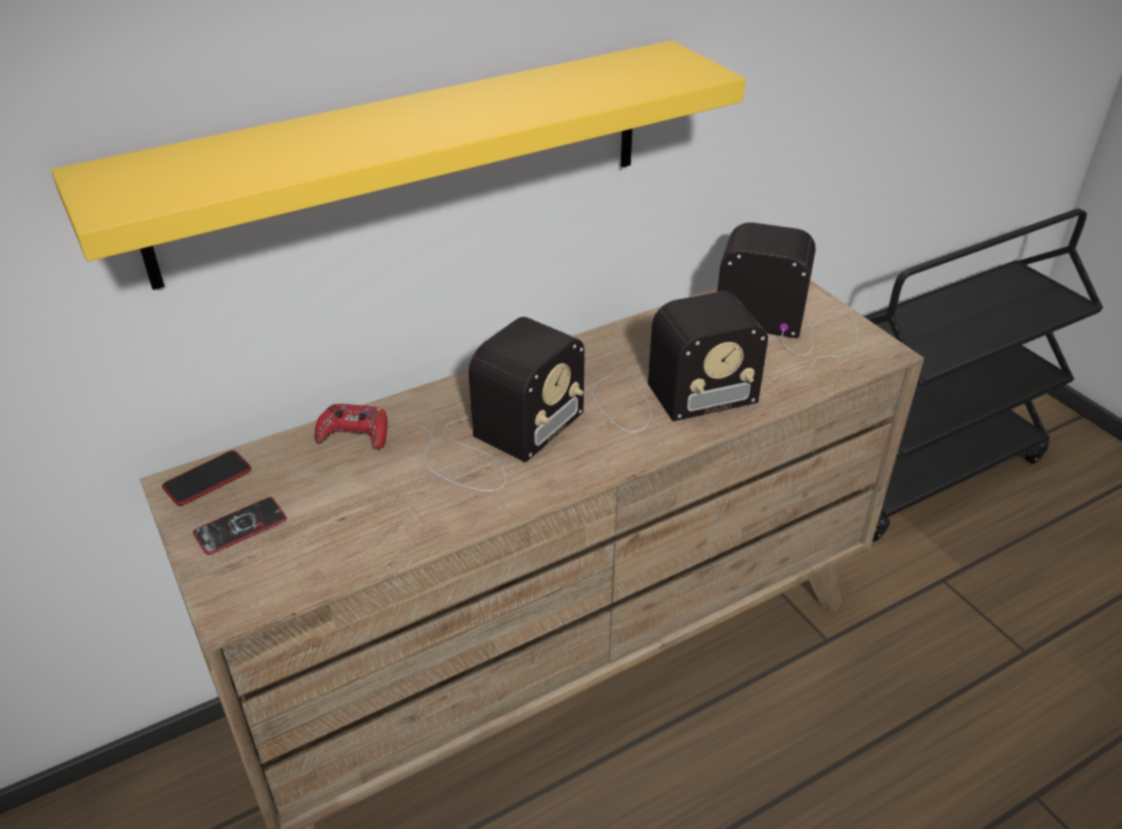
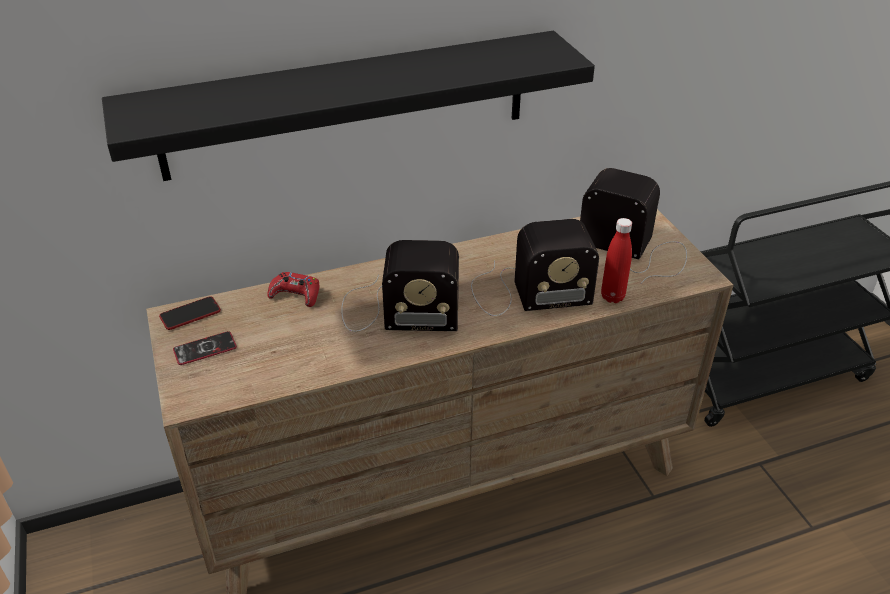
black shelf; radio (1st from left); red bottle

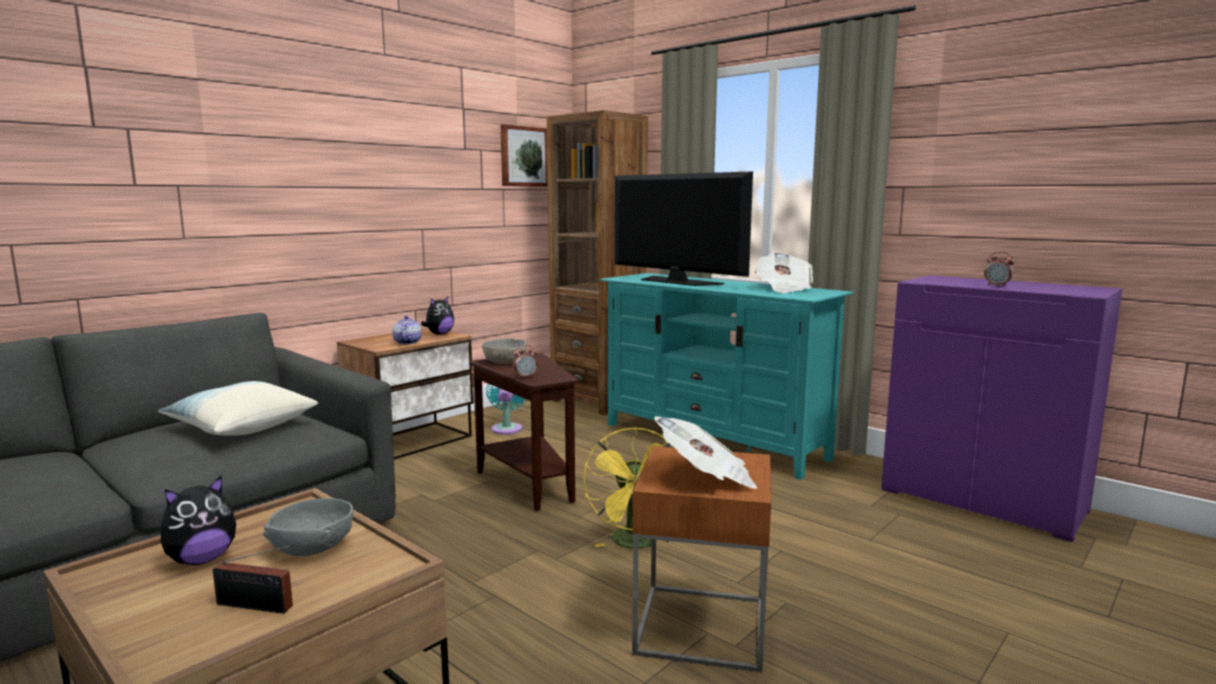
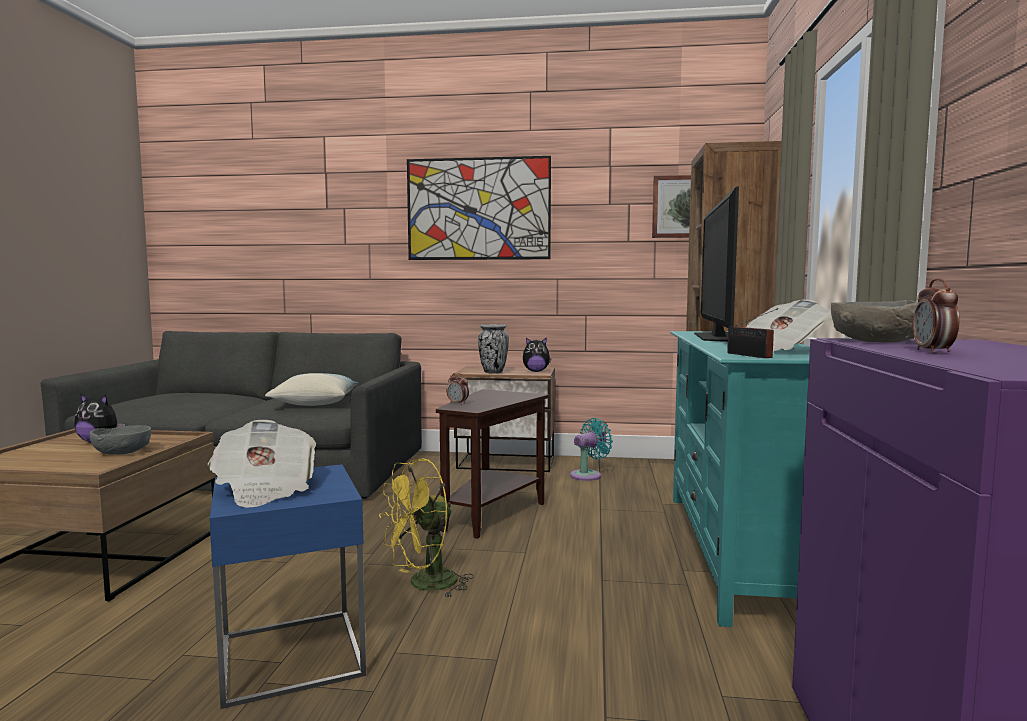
vase; grey bowl (2nd from left); blue side table; radio; picture (1st from left)

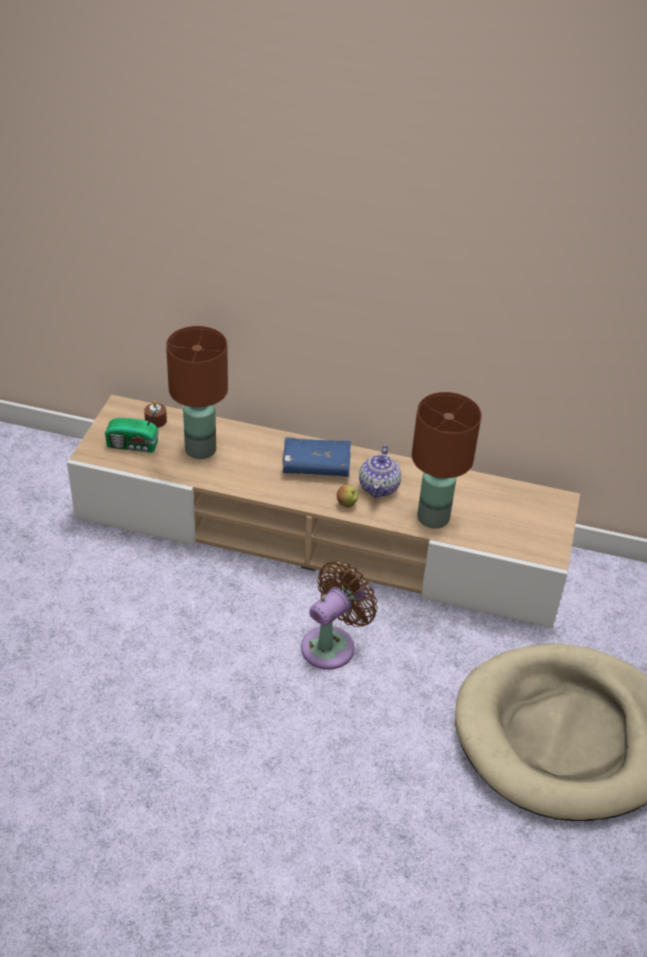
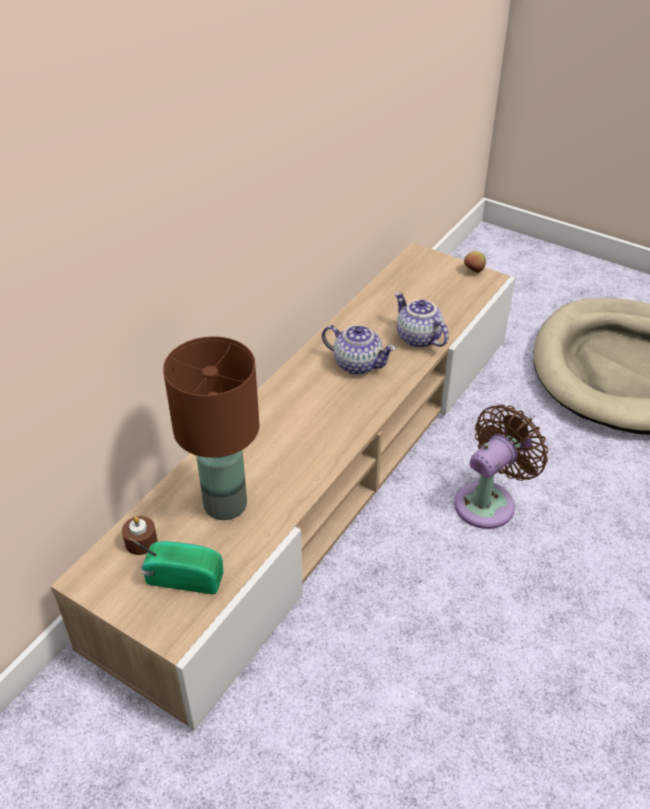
teapot (2nd from left); radio; blue book; apple; brown fan

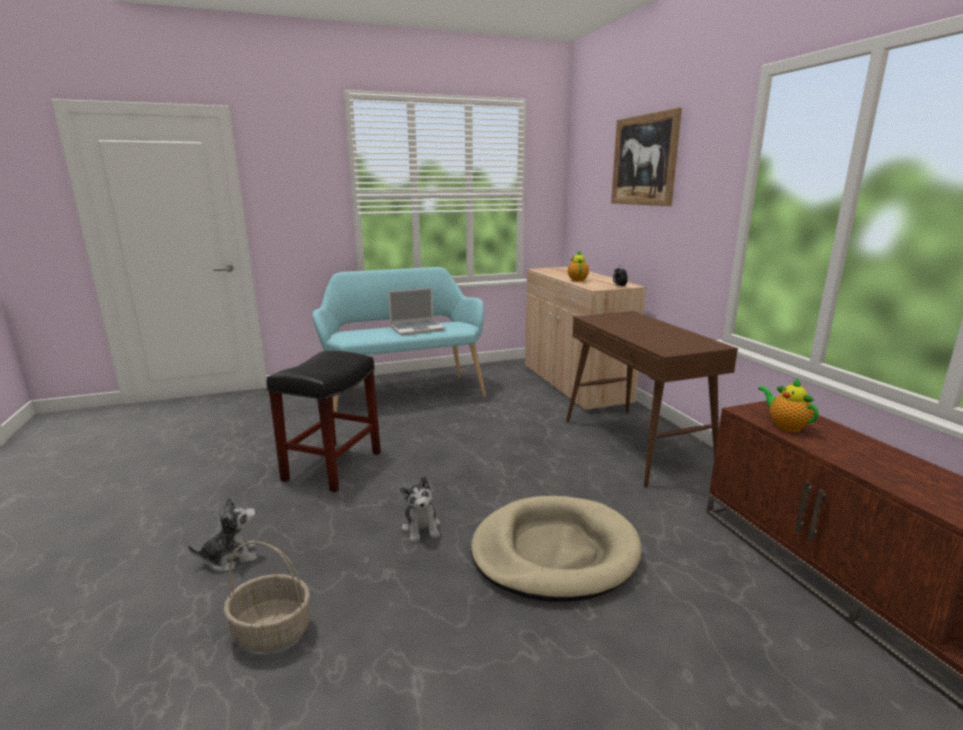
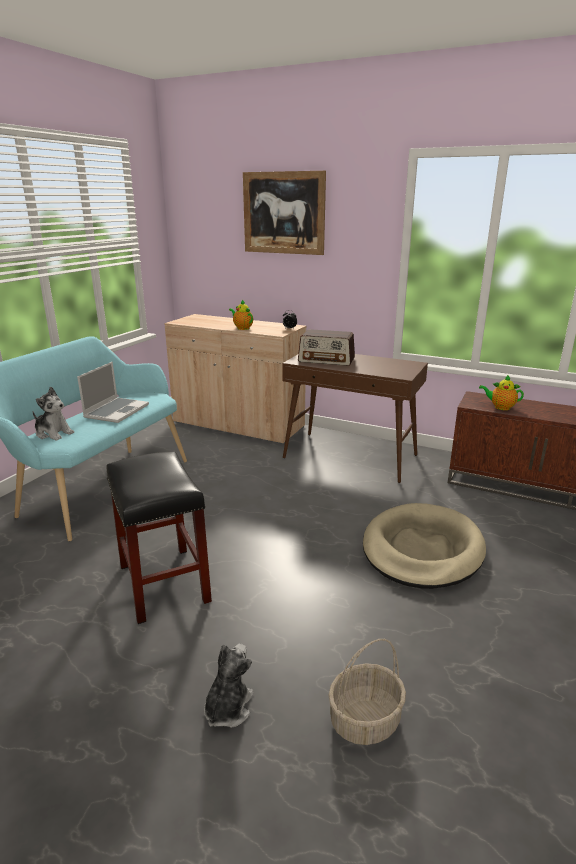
plush toy (1st from left); radio

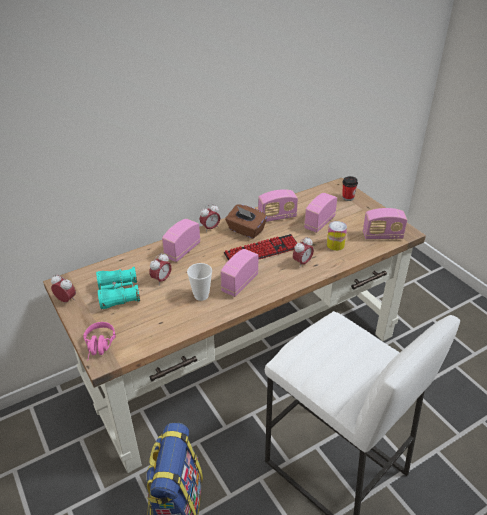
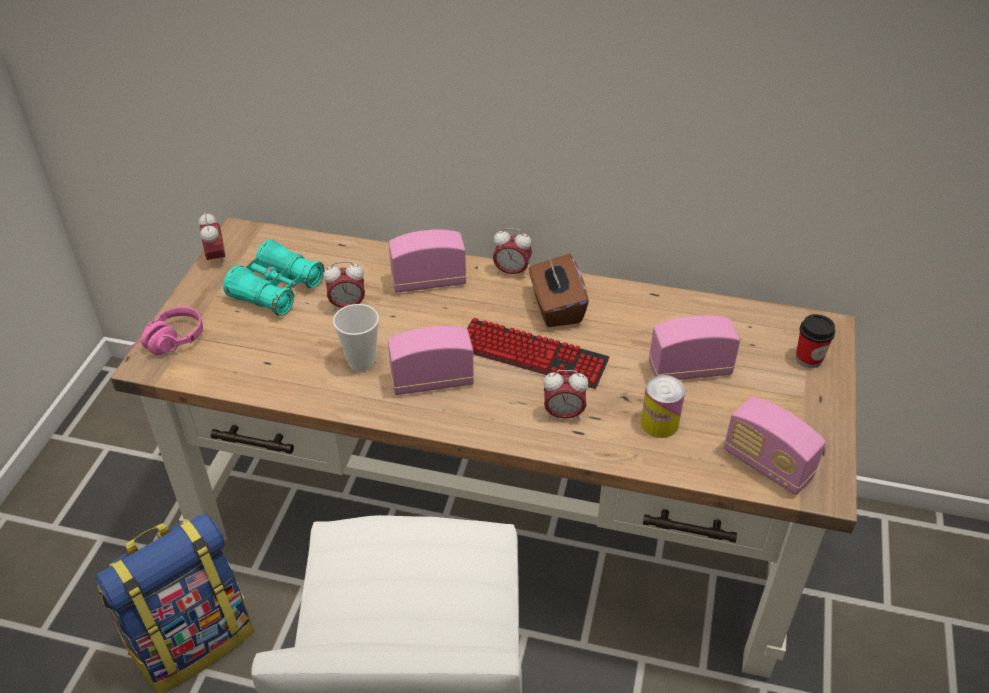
radio (3rd from left in the first image)

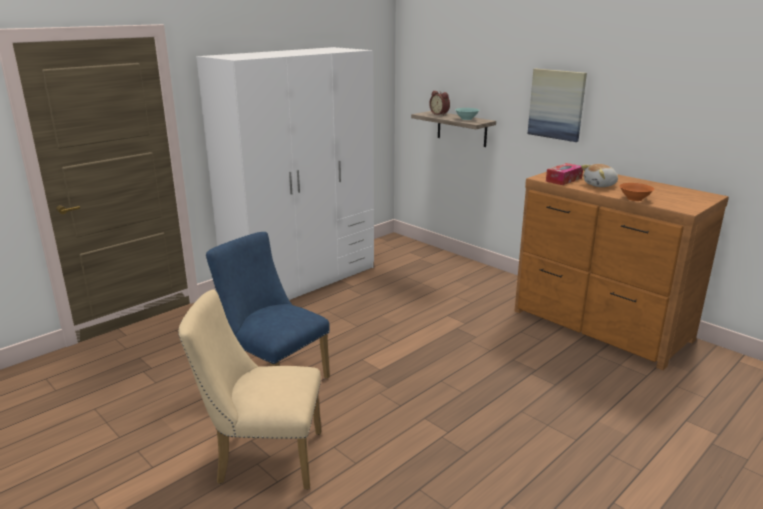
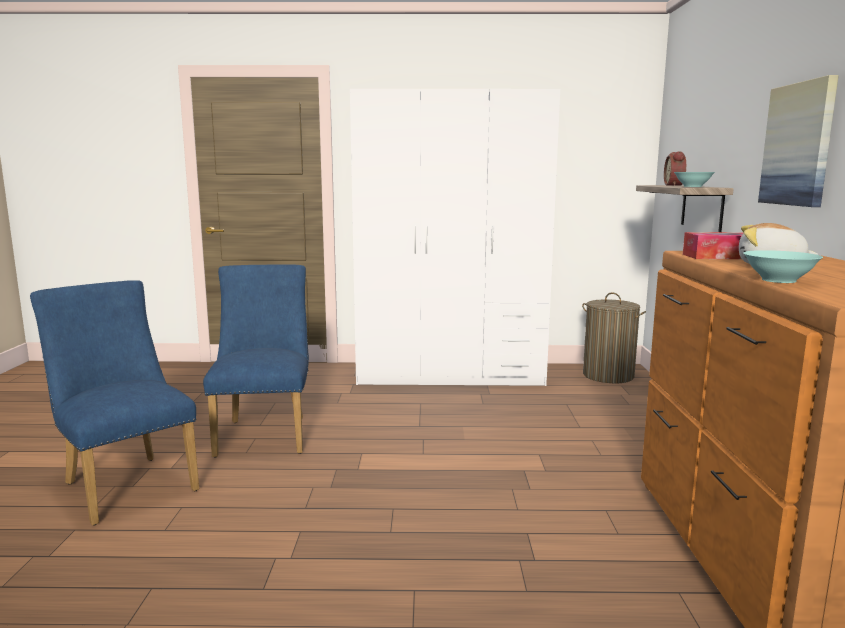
turquoise bowl (2nd from left); blue chair (1st from left); laundry basket

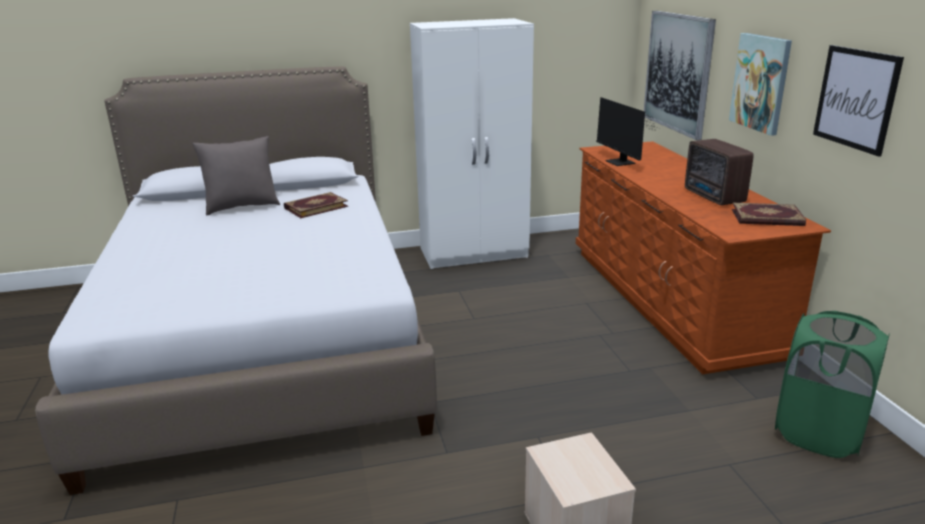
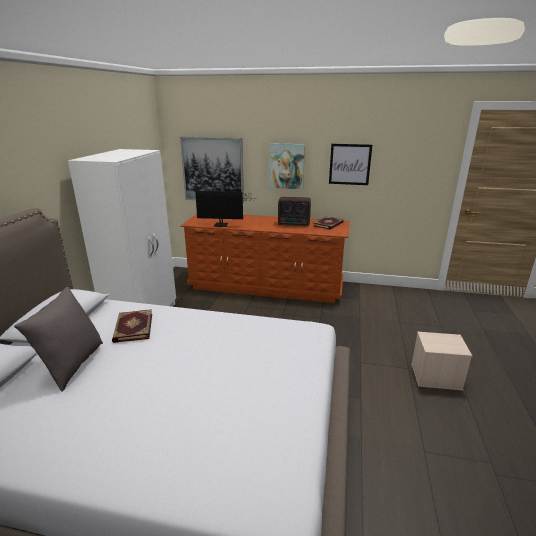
green laundry basket

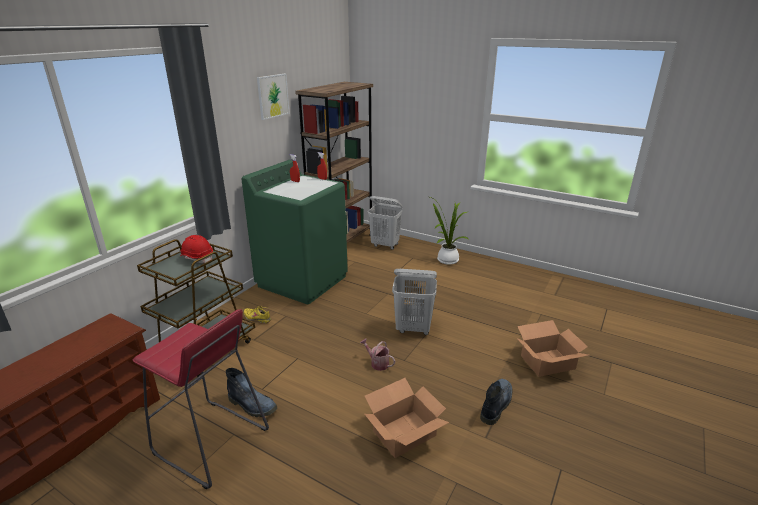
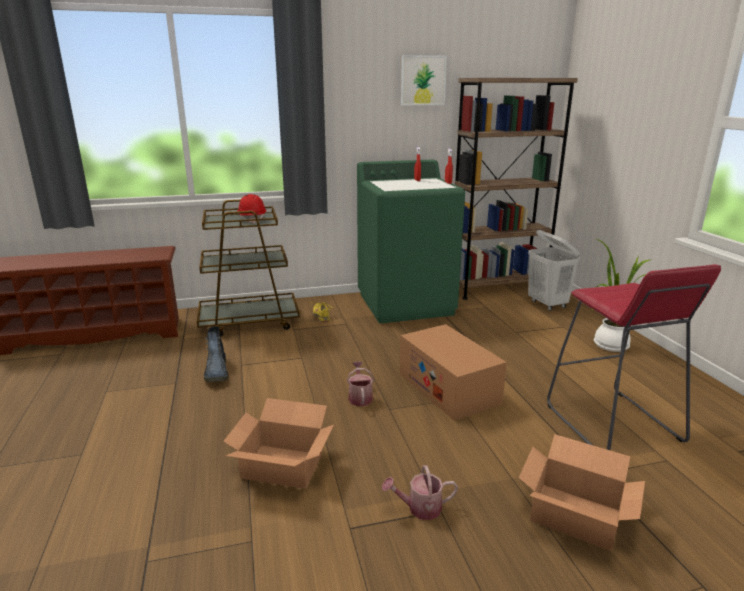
cardboard box (2nd from left); red stool; watering can (2nd from left)

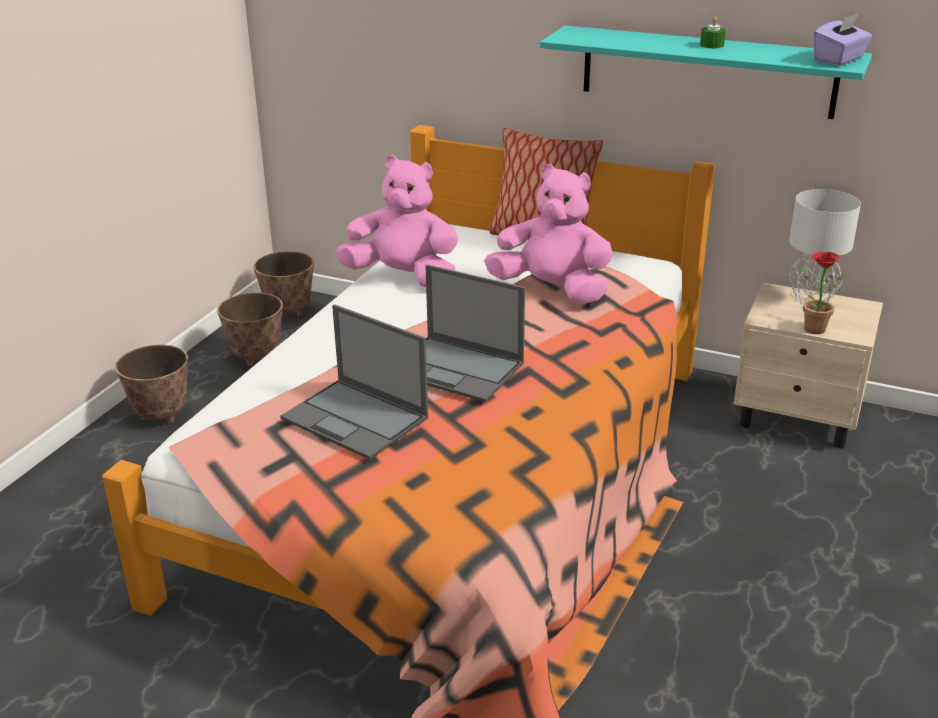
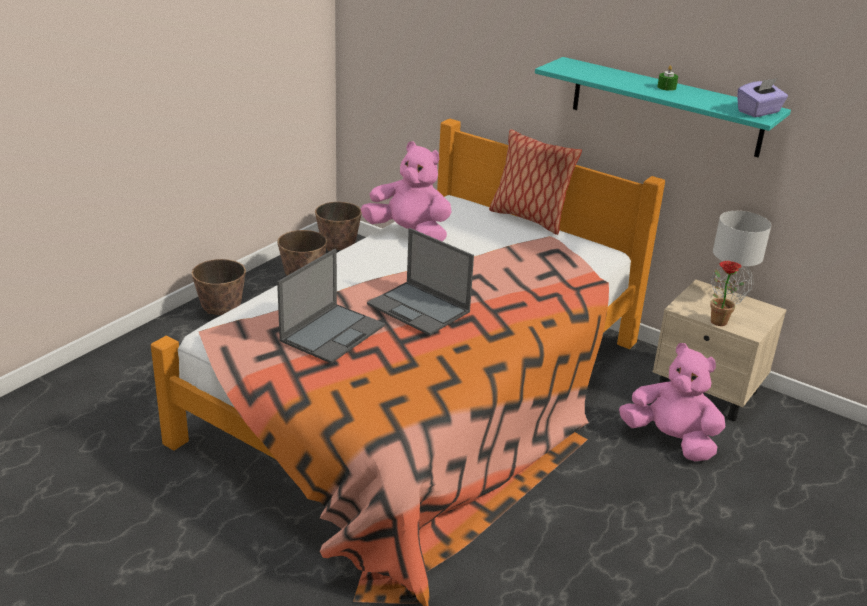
pink plush toy (2nd from left); laptop (1st from left)

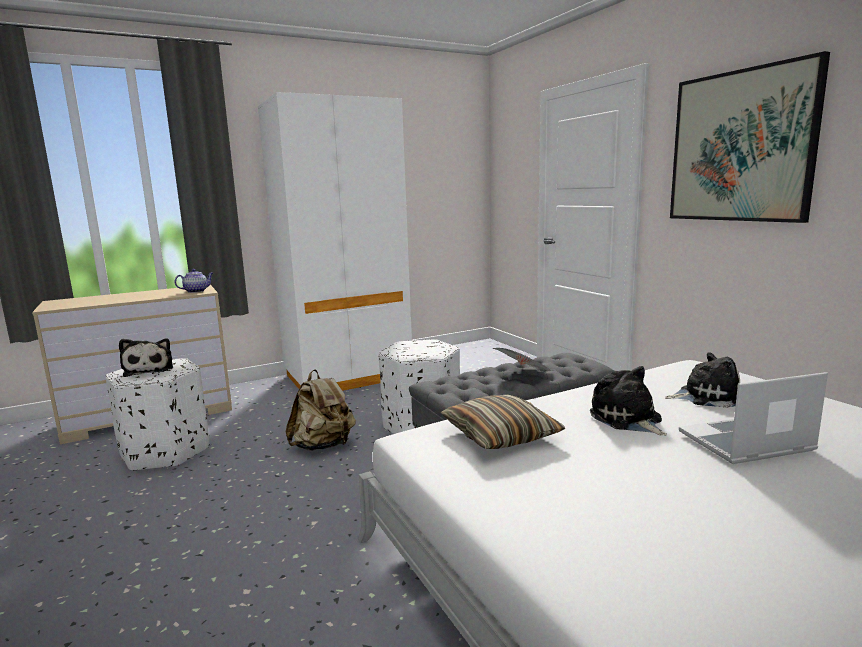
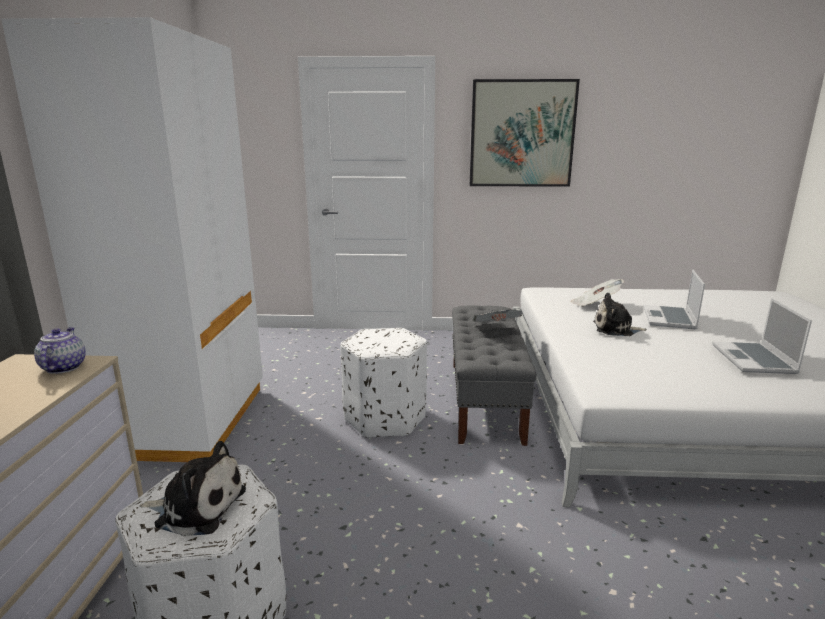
newspaper (2nd from left); beige backpack; pillow; laptop (2nd from left)

